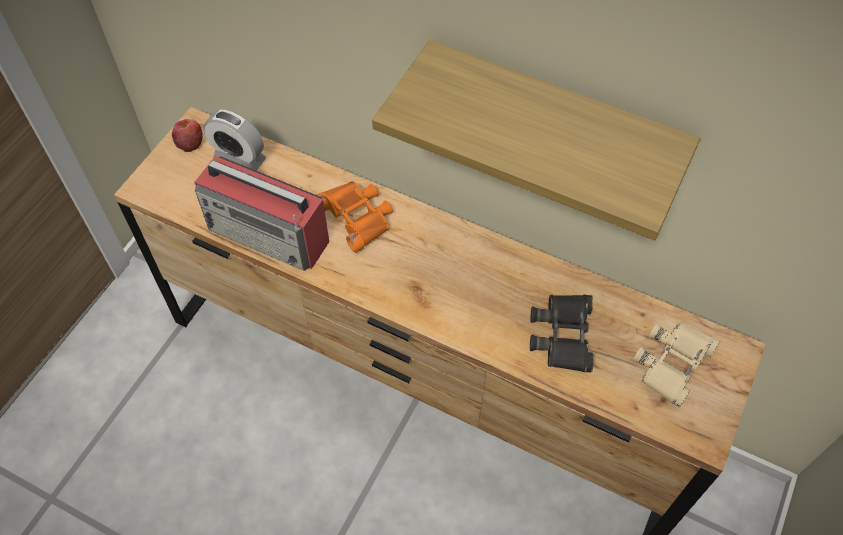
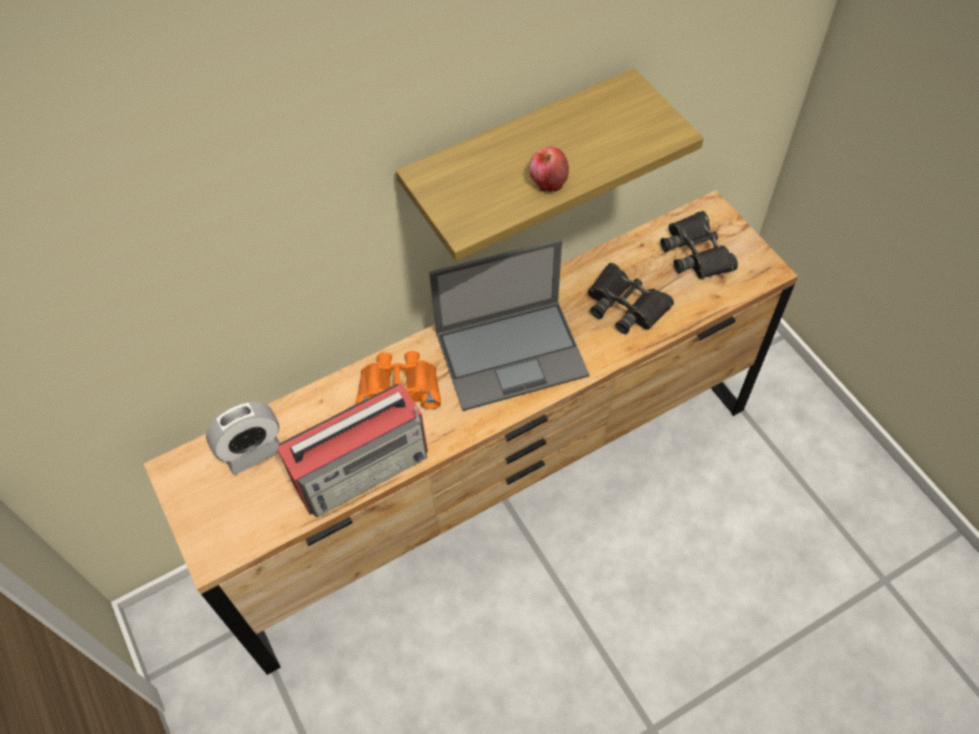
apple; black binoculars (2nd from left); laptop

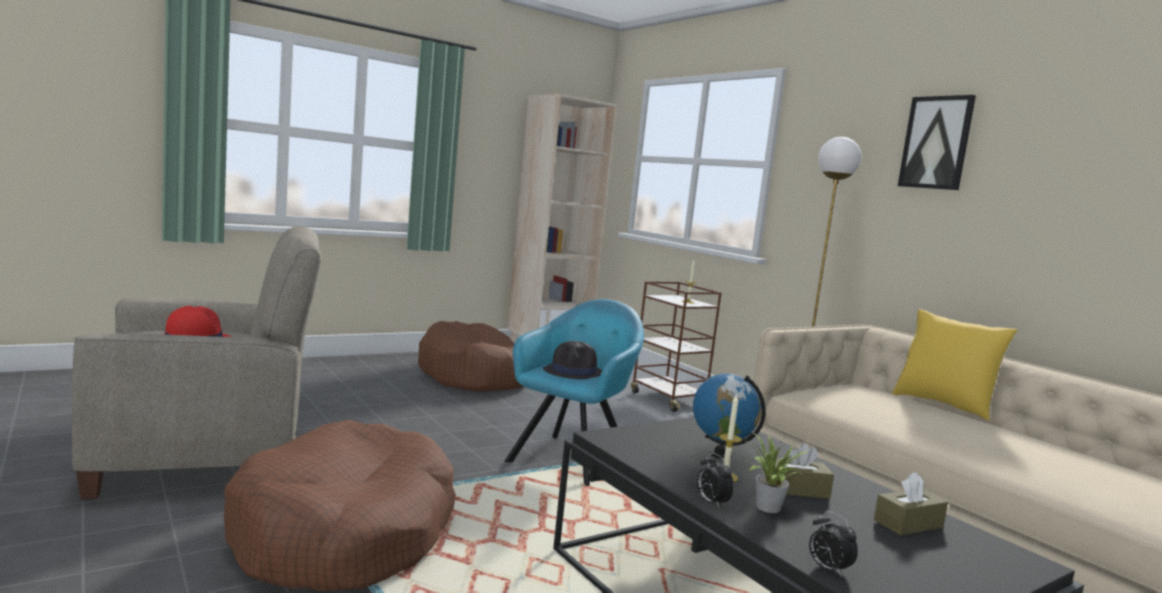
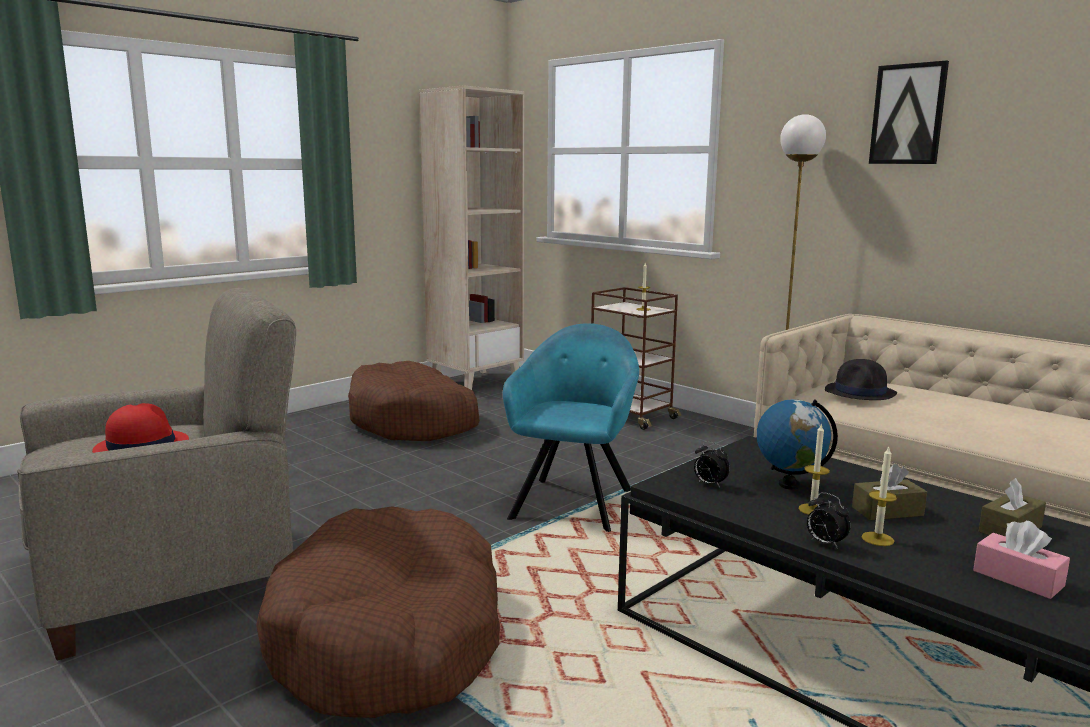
yellow pillow; black hat; candle (3rd from left); alarm clock (1st from left); pink tissue box

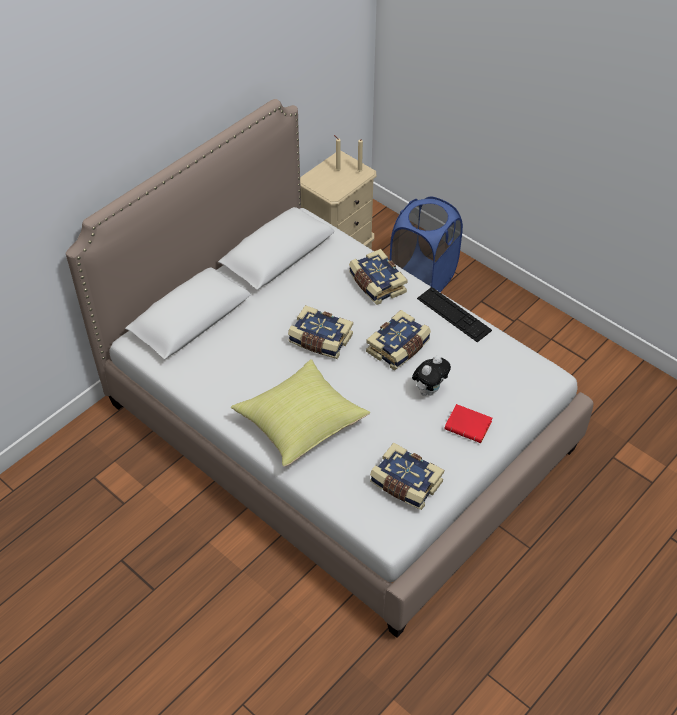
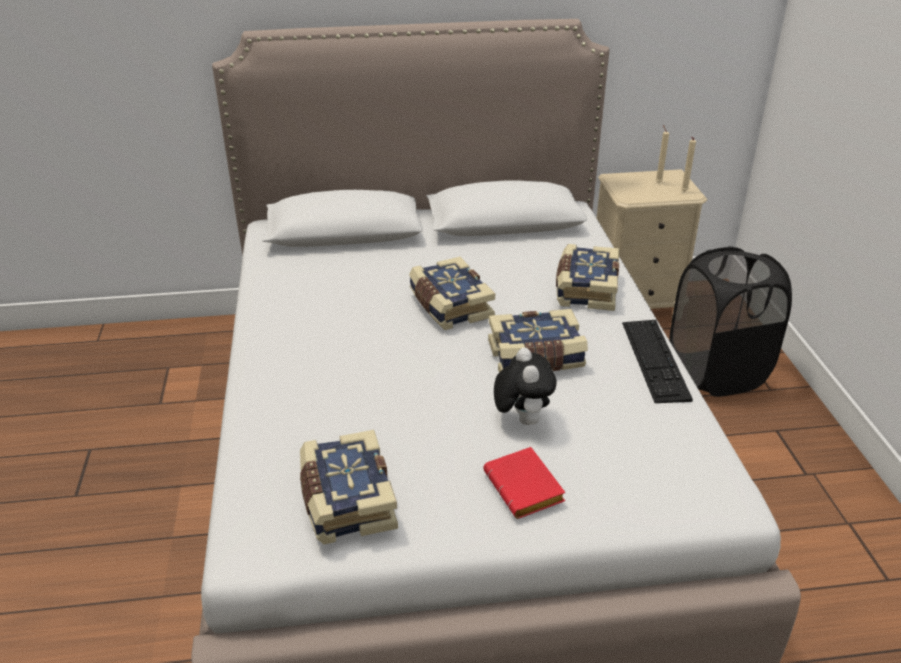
black laundry basket; plush toy; yellow pillow

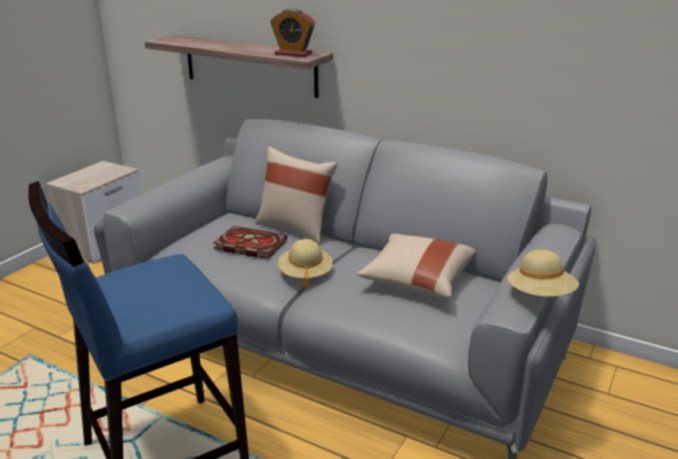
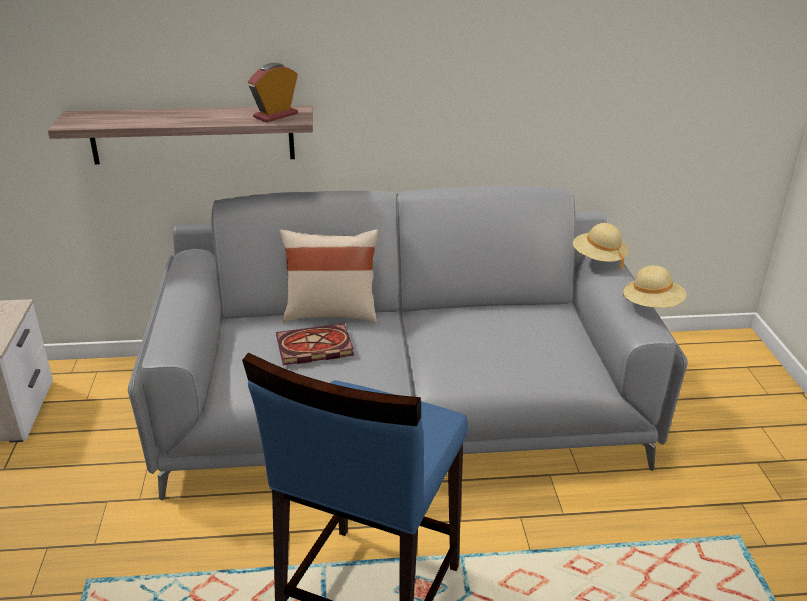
alarm clock; beige pillow (2nd from left in the first image); beige hat (1st from left)

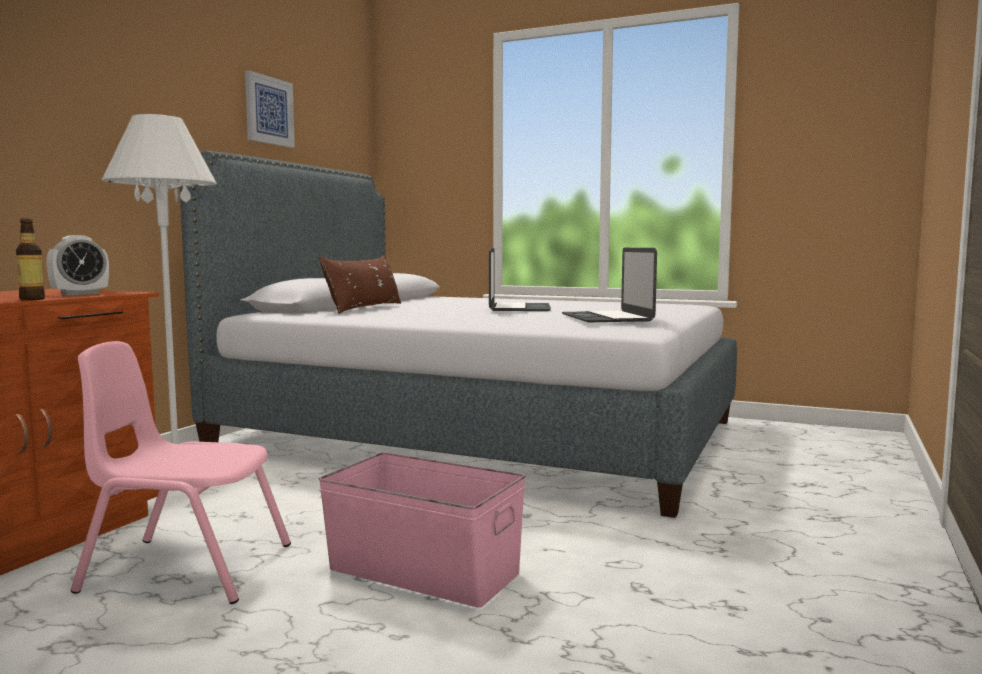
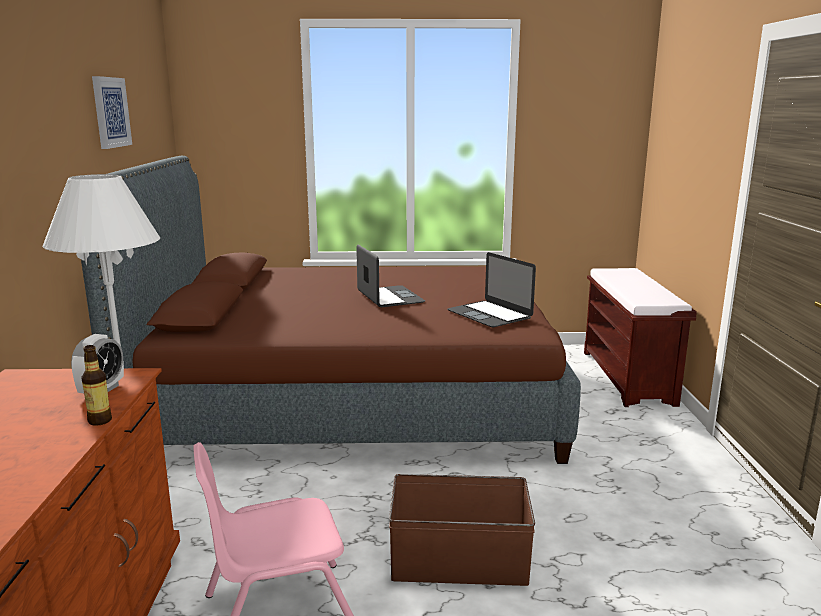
brown bed; brown pillow; brown storage box; brown bench

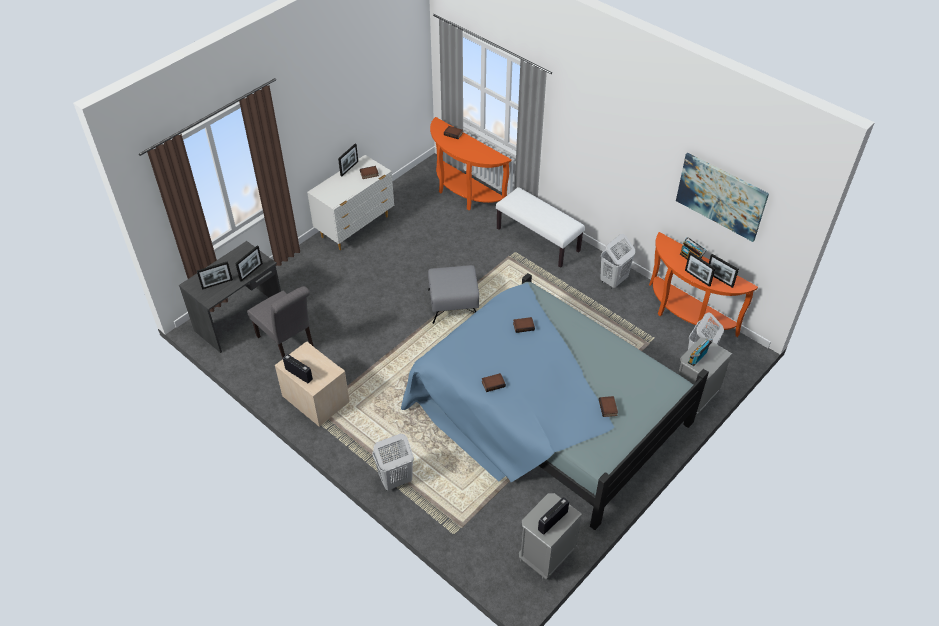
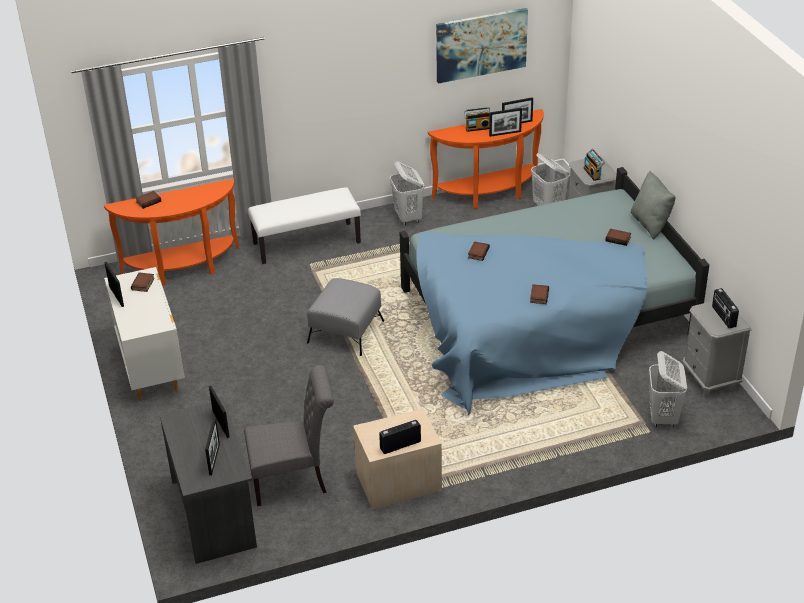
white laundry basket (3rd from left); grey pillow

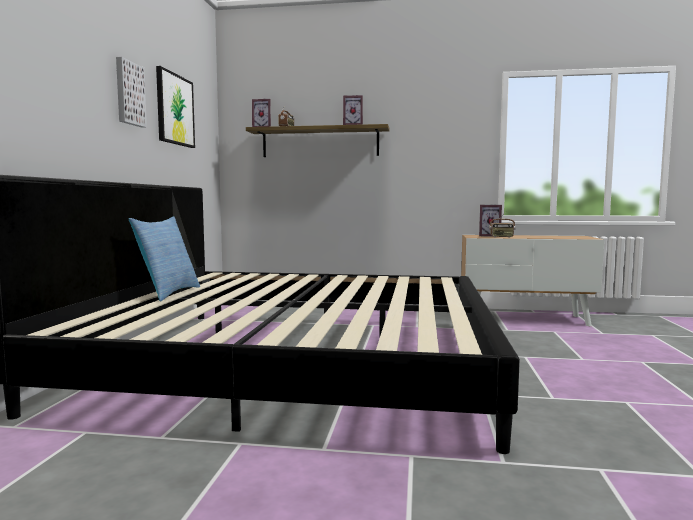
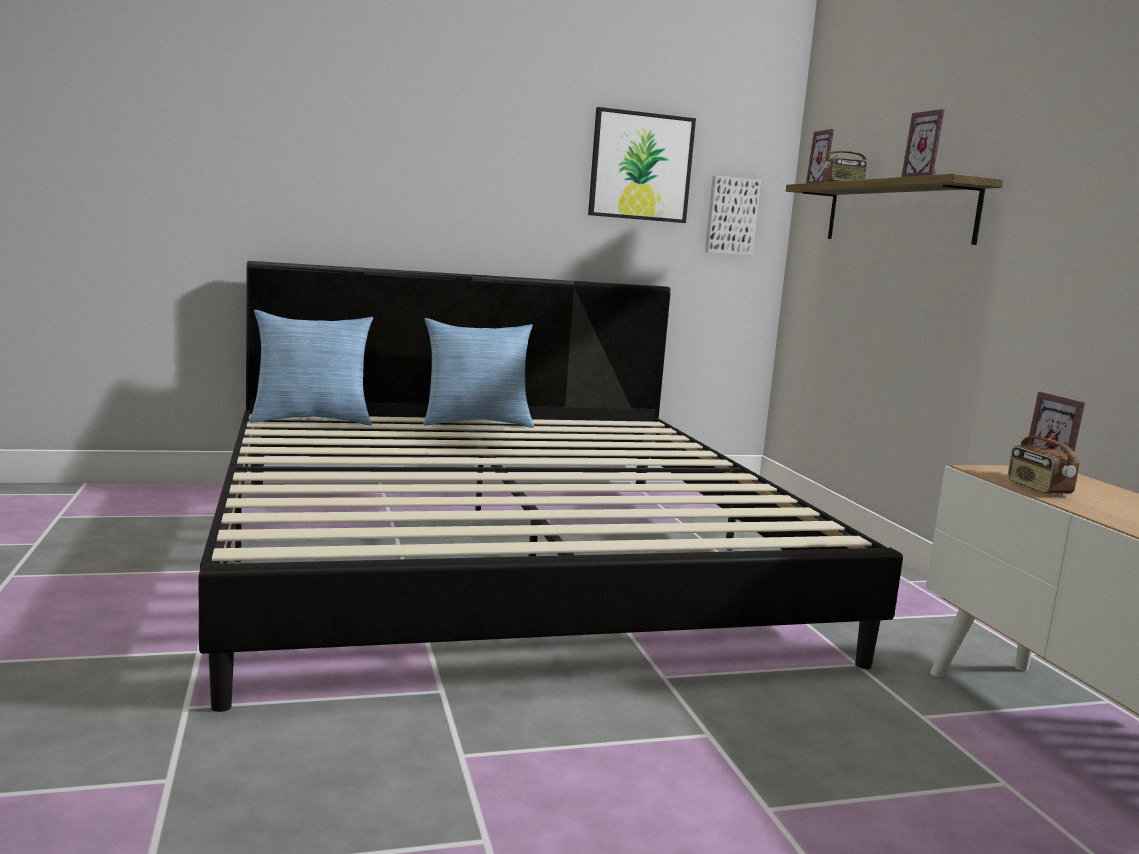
picture (2nd from left); pillow (1st from left)

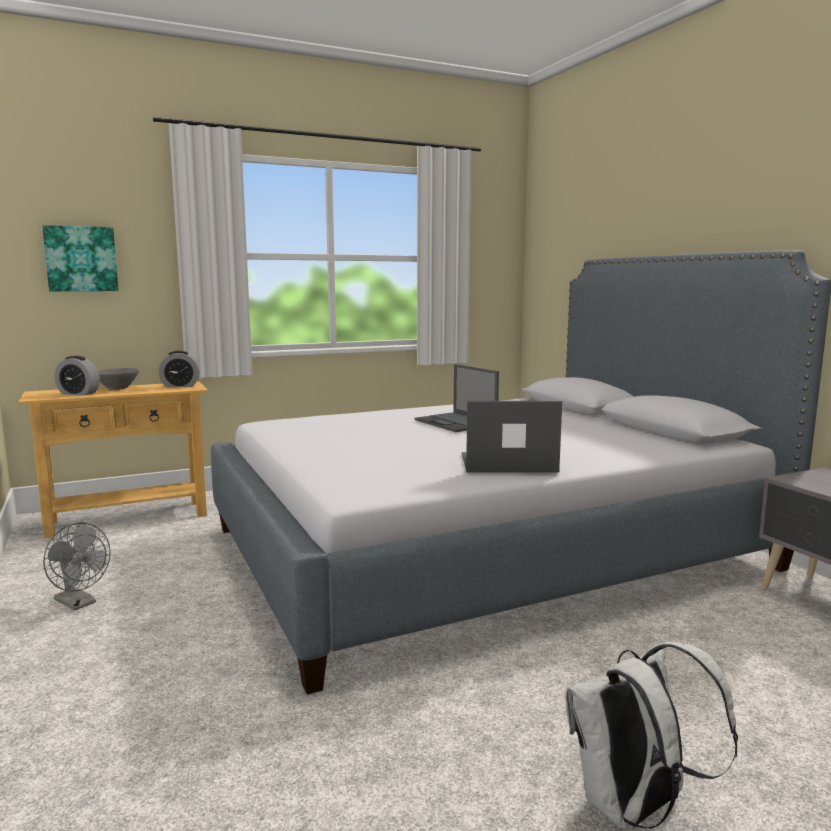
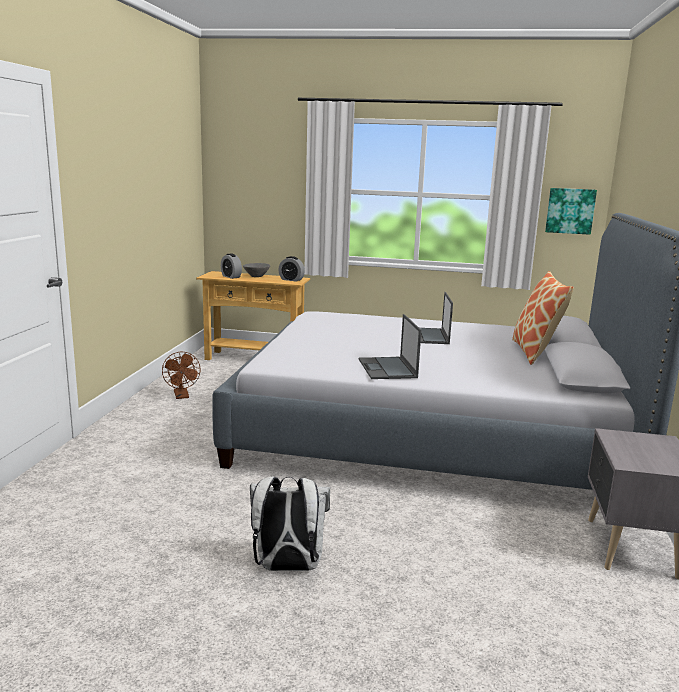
picture; laptop (1st from left); brown fan; pillow

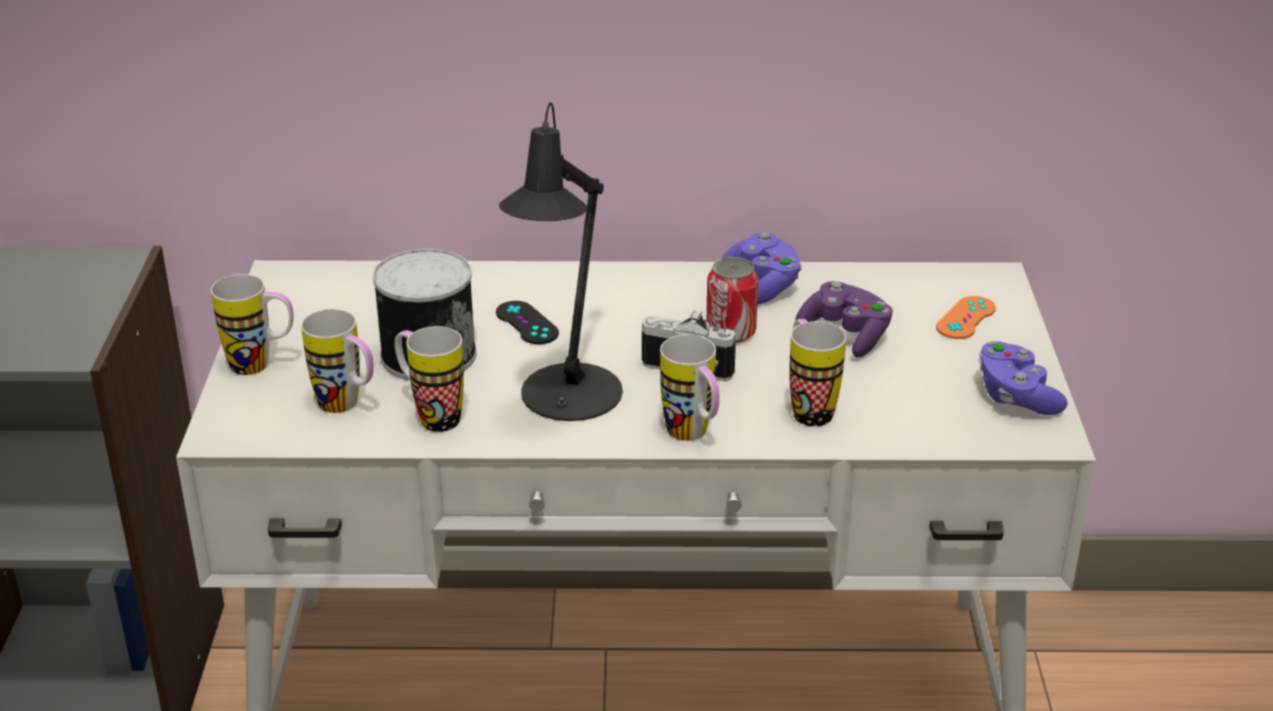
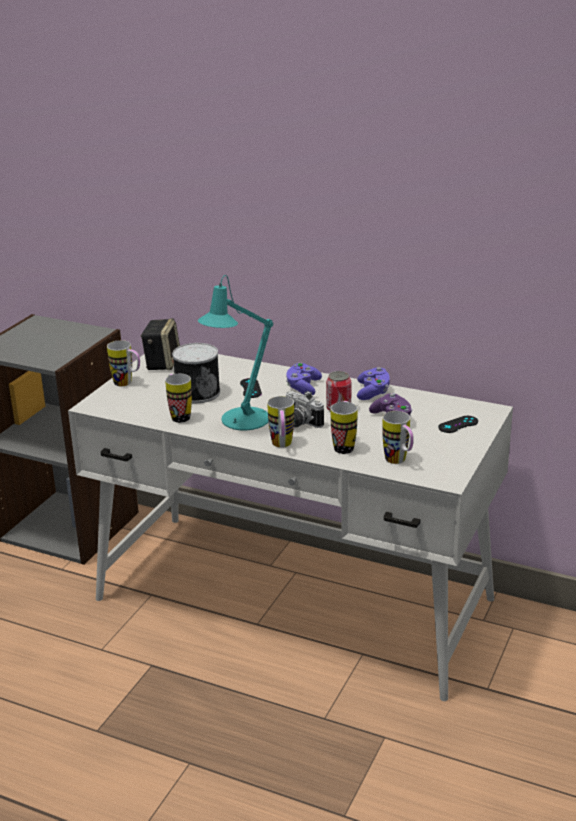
turquoise table lamp; black game controller (2nd from left); mug (5th from left); purple game controller (1st from left); speaker

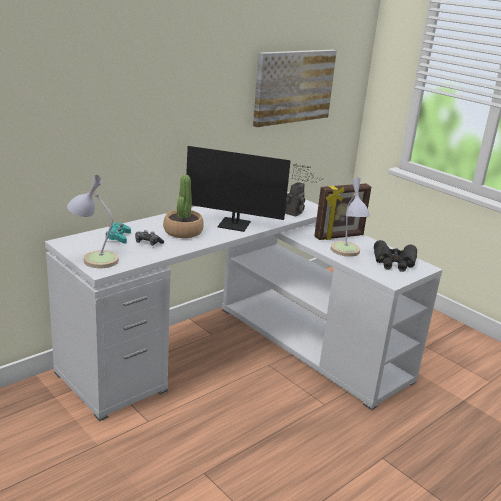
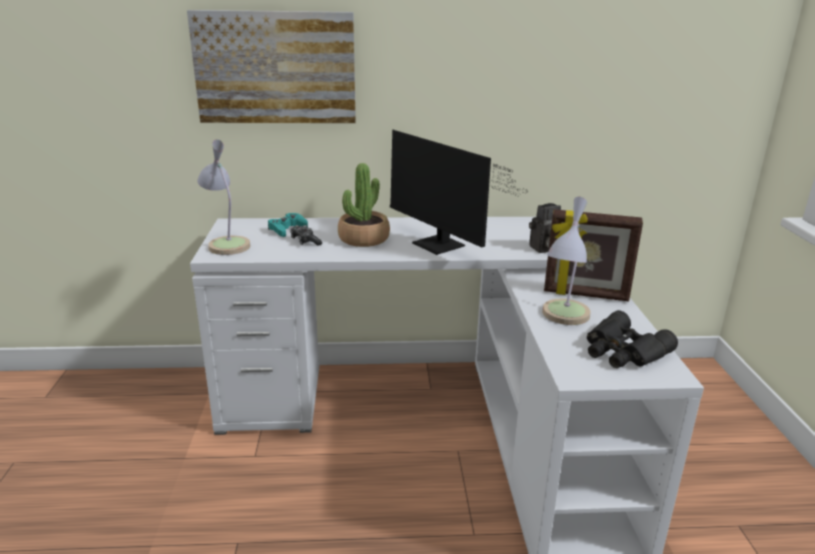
picture

